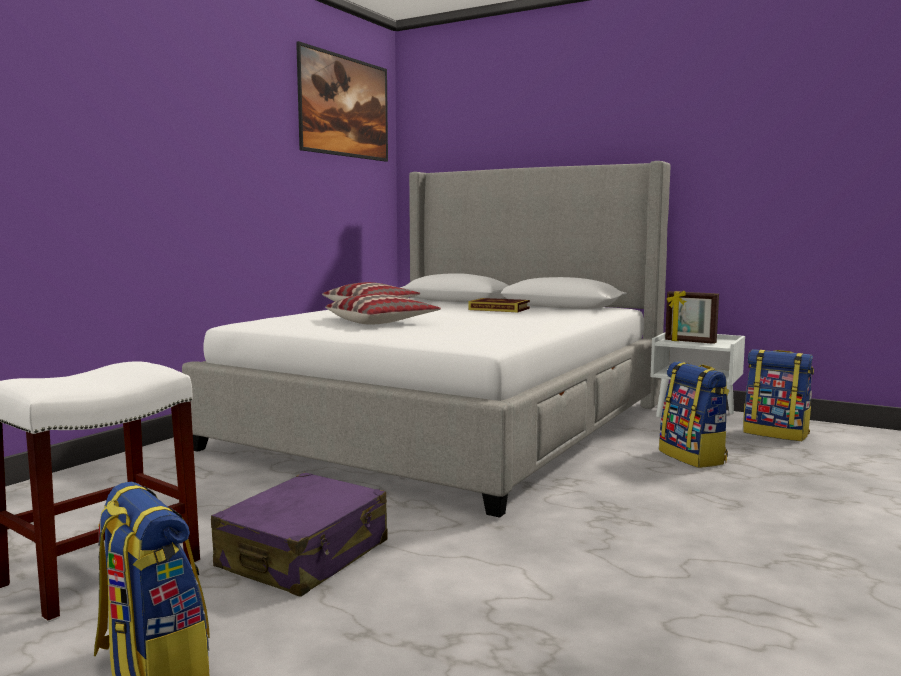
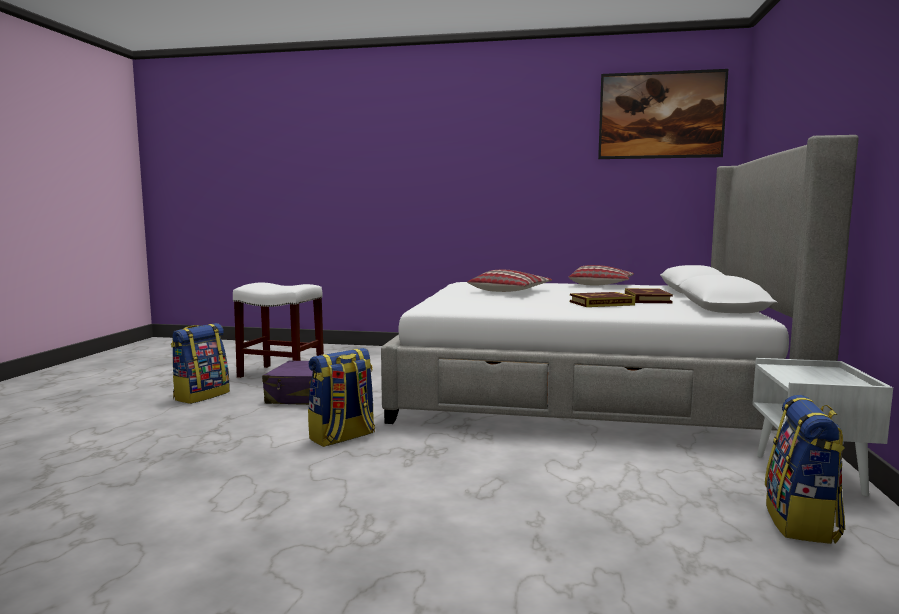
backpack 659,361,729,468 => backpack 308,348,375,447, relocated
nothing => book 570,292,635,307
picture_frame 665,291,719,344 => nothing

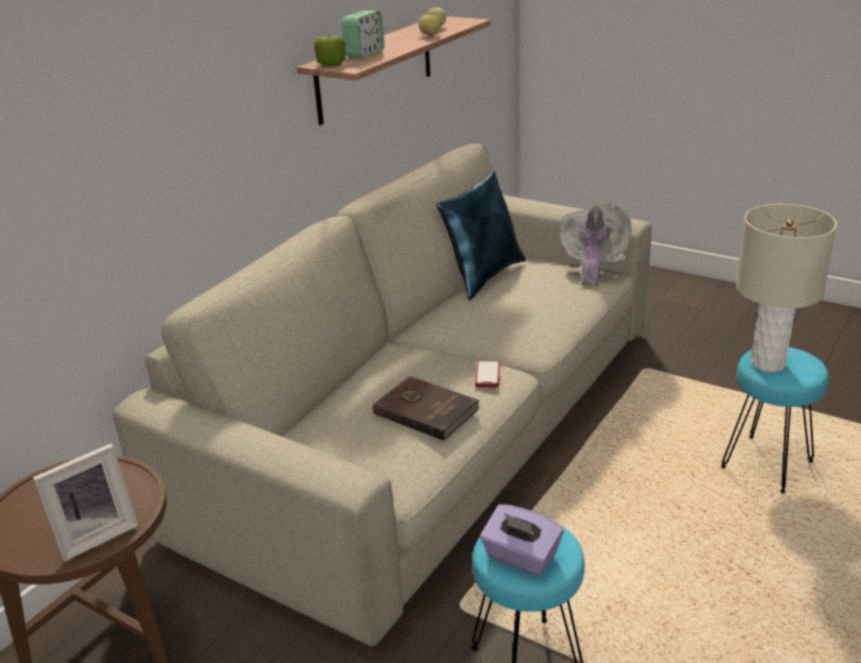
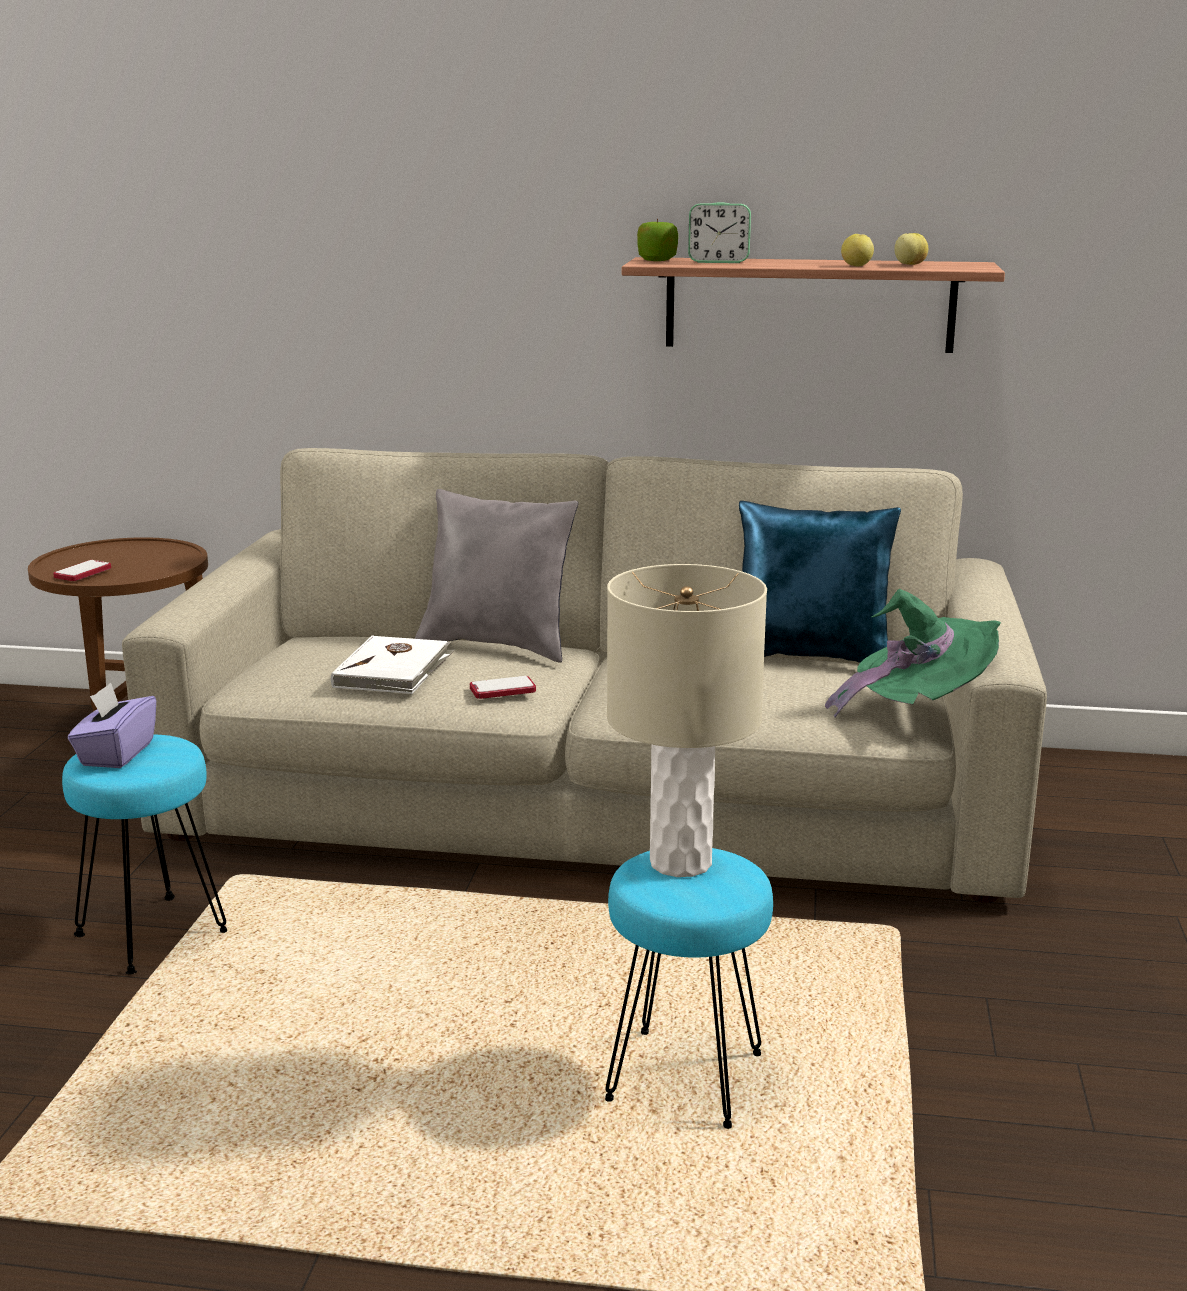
picture_frame 33,444,138,562 => phone 53,560,111,581
brown_book 373,376,481,441 => white_book 331,635,455,694
nothing => grey_pillow 415,489,578,662
grey_hat 560,202,632,286 => green_hat 825,589,1001,717

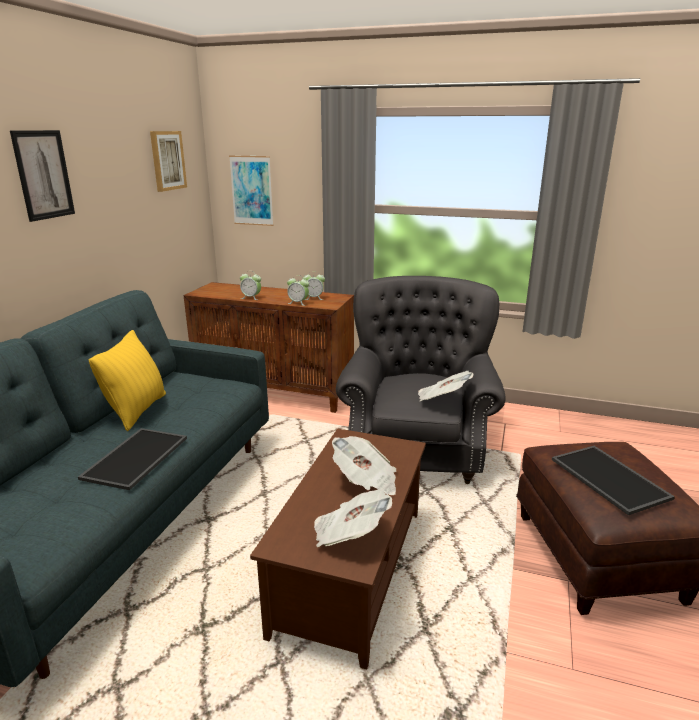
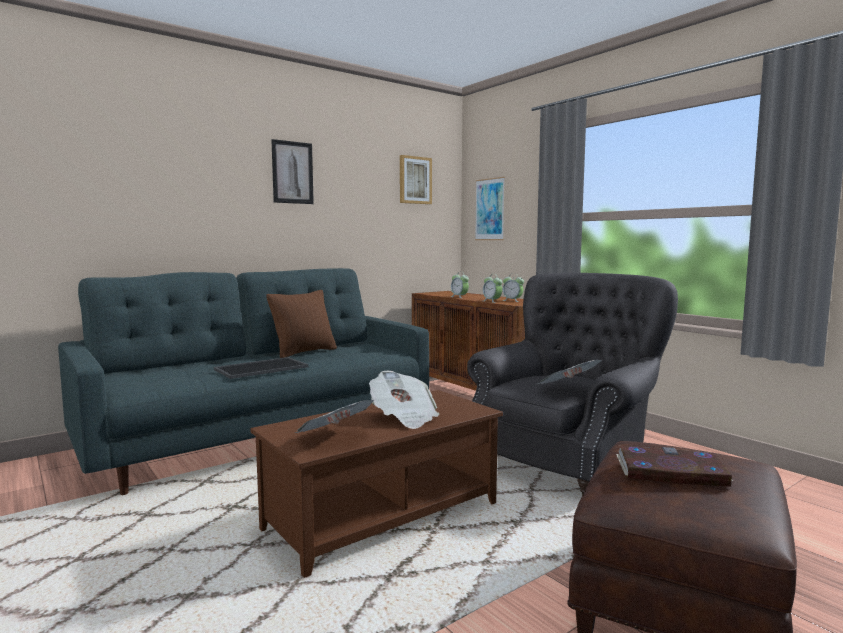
yellow_pillow 89,330,166,431 => brown_pillow 267,290,337,358
tray 552,446,675,515 => book 616,446,733,487

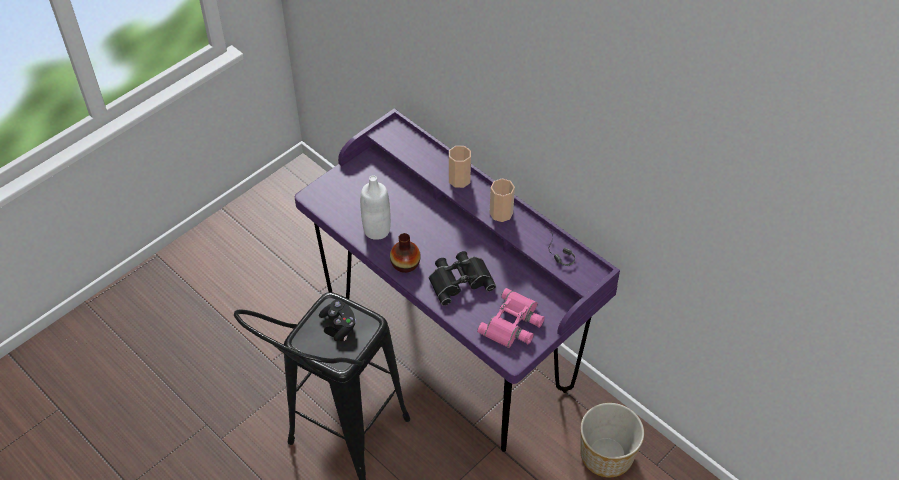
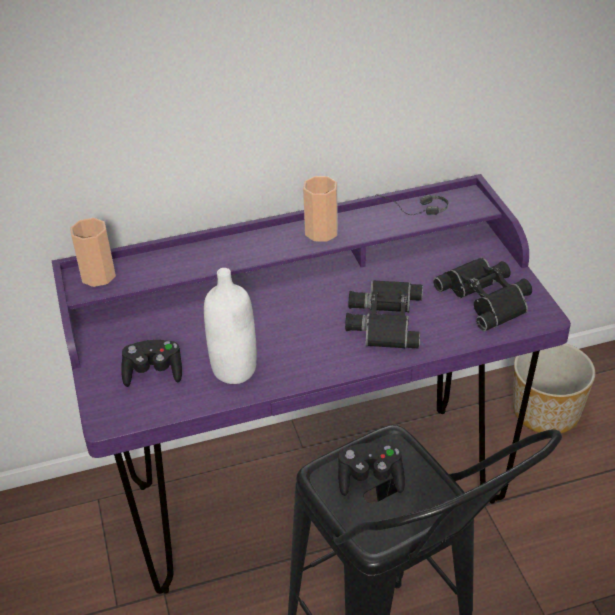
cup 449,146,471,188 => cup 70,218,116,287, relocated
nothing => black_game_controller 121,340,182,387
pink_binoculars 477,288,544,348 => black_binoculars 433,257,532,331
vase 390,233,421,273 => nothing

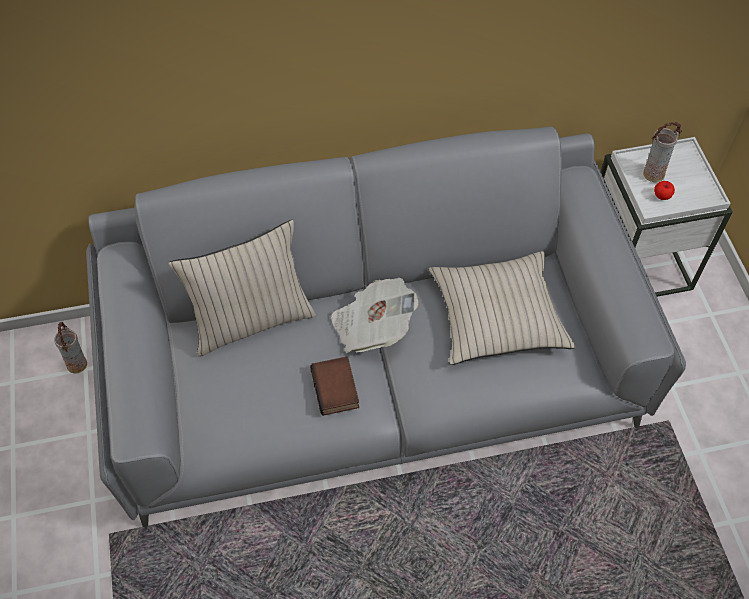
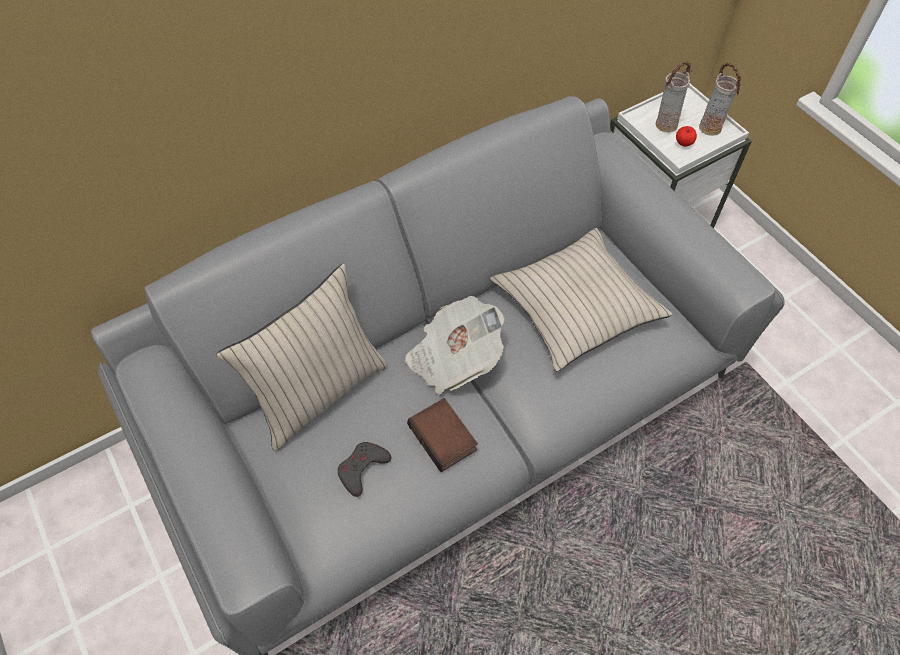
nothing => grey_game_controller 338,442,391,497
vase 54,322,87,374 => vase 699,63,741,136, relocated

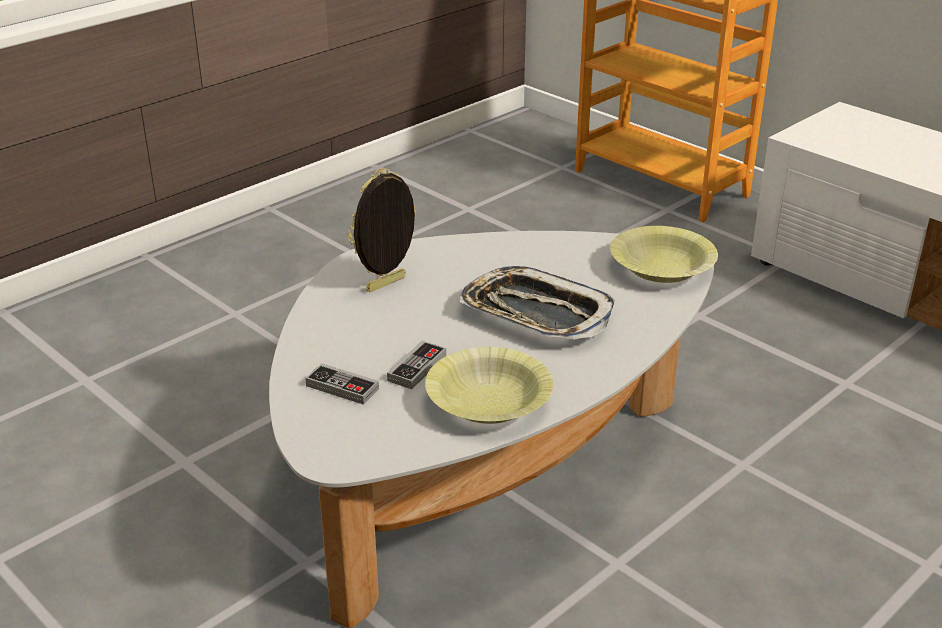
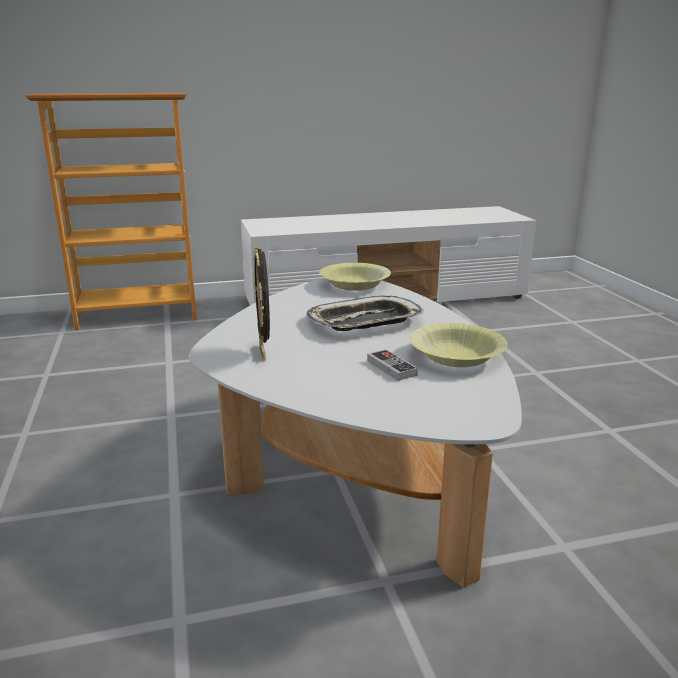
game_controller 305,363,379,405 => nothing

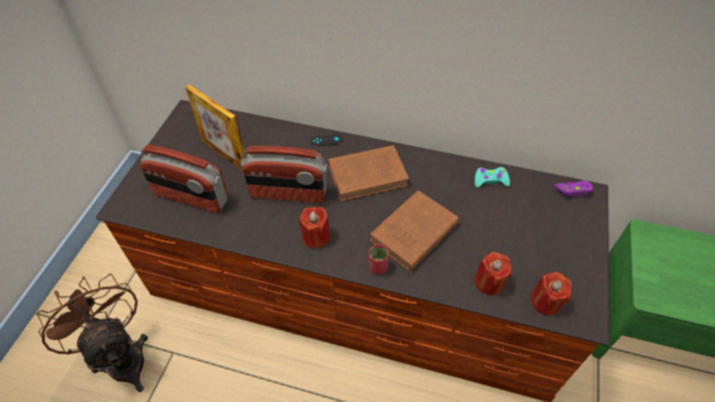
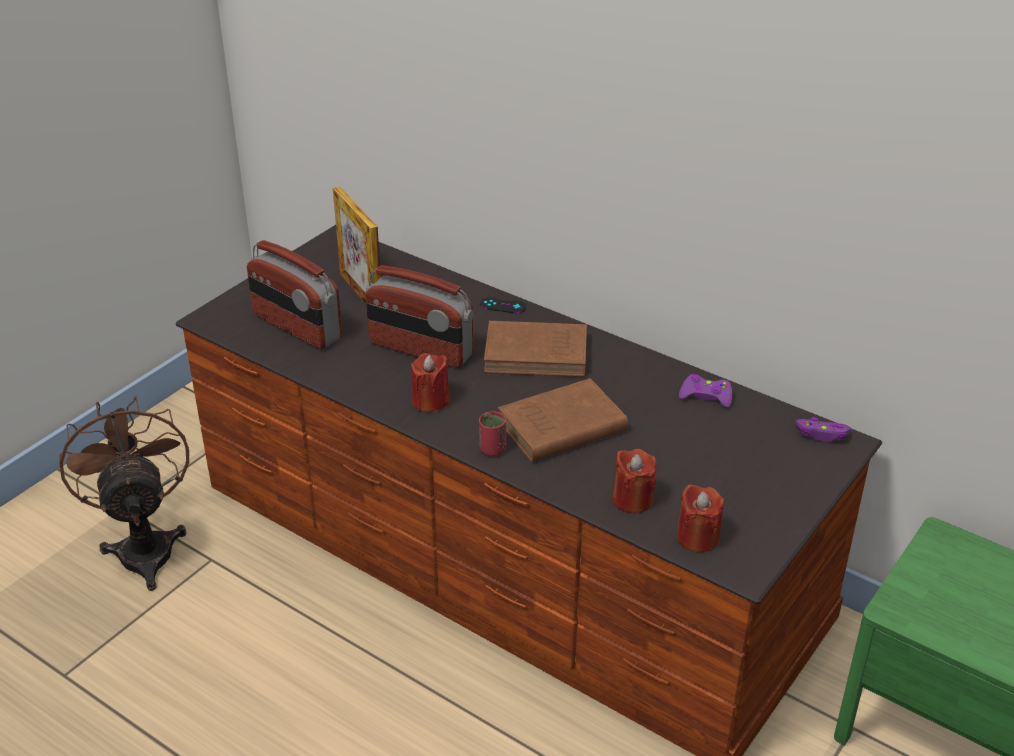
turquoise_game_controller 474,167,510,188 => purple_game_controller 679,374,732,408

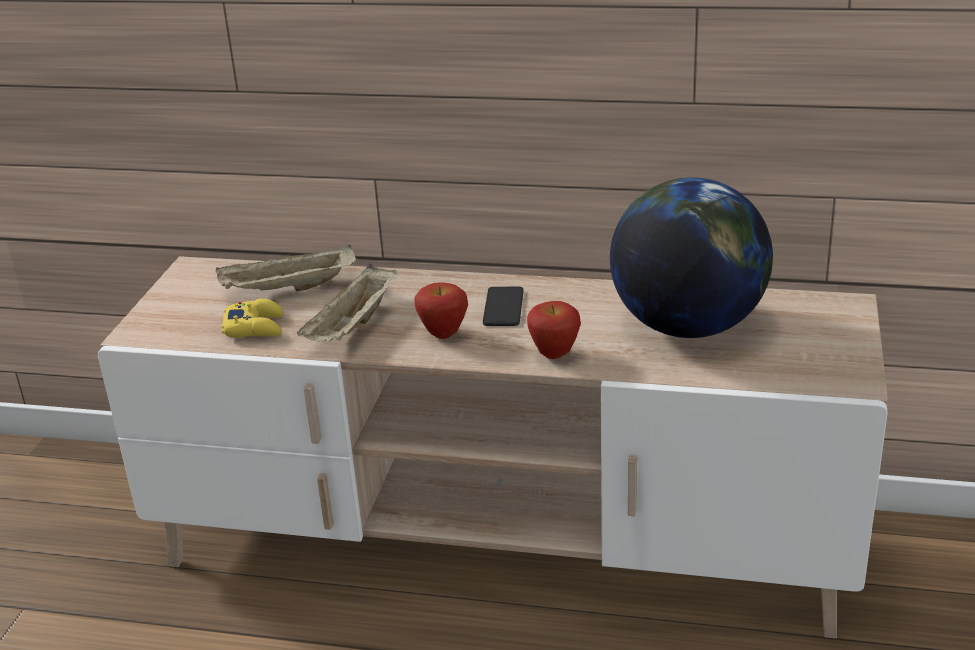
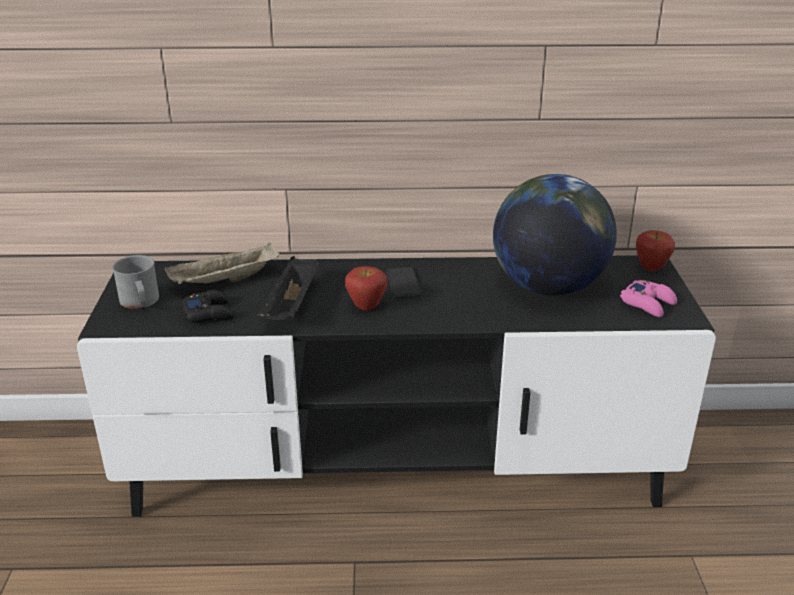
beige_tv_stand 98,256,888,639 => black_tv_stand 77,255,716,517
nothing => grey_mug 112,255,159,309
yellow_game_controller 221,299,283,338 => black_game_controller 181,290,234,323
beige_tray 297,264,399,342 => black_tray 256,256,319,320
nothing => pink_game_controller 620,280,677,317
apple 527,301,581,359 => apple 636,230,675,271, relocated

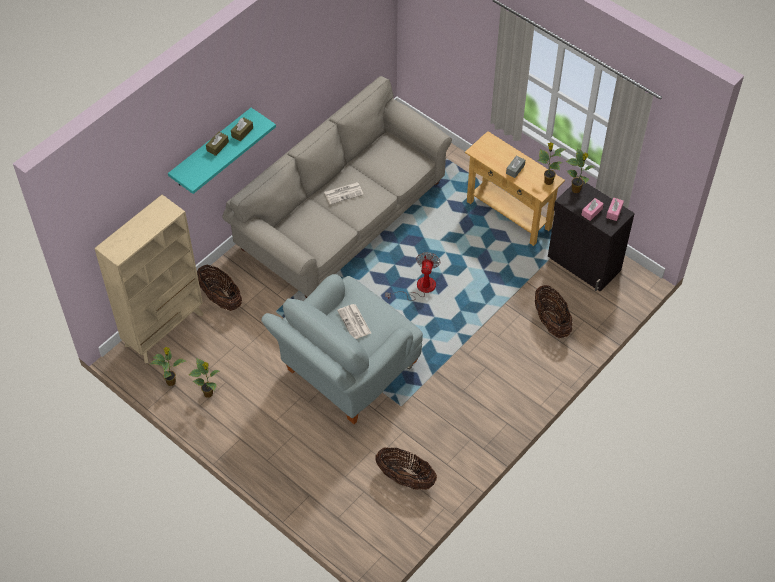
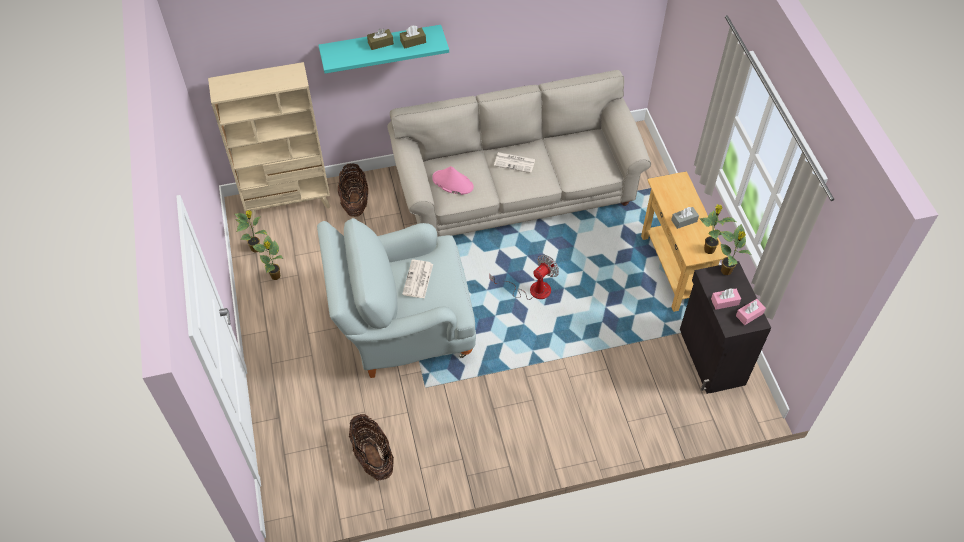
nothing => pink_hat 432,166,474,195
basket 535,285,572,338 => nothing

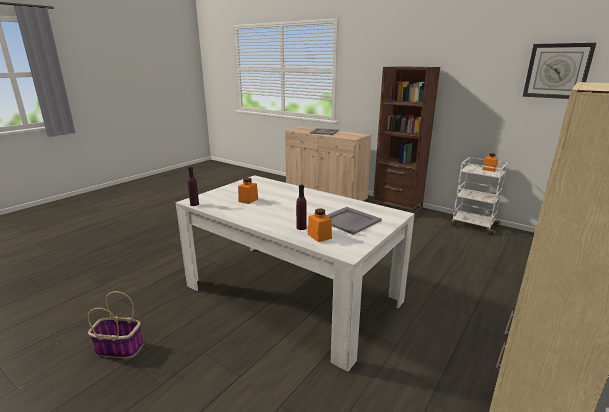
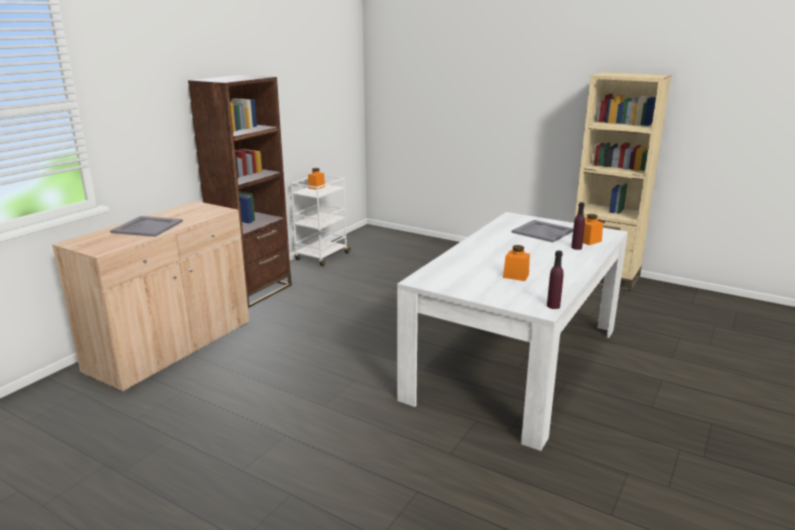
basket 87,291,143,358 => nothing
wall_clock 523,43,596,99 => nothing

